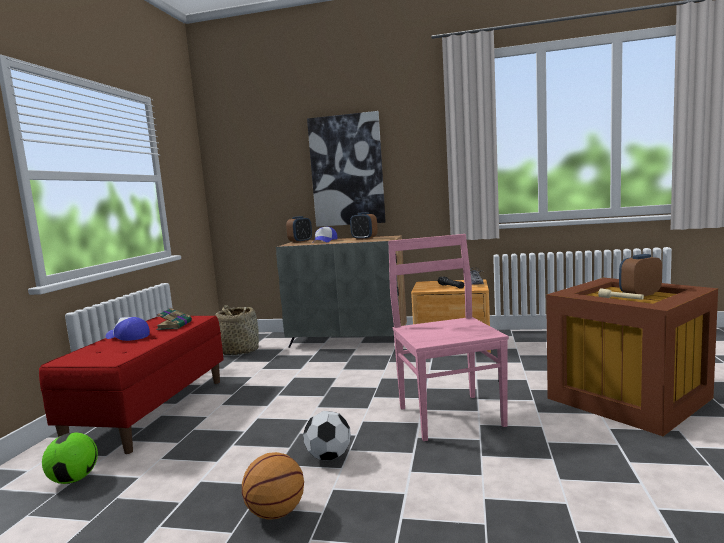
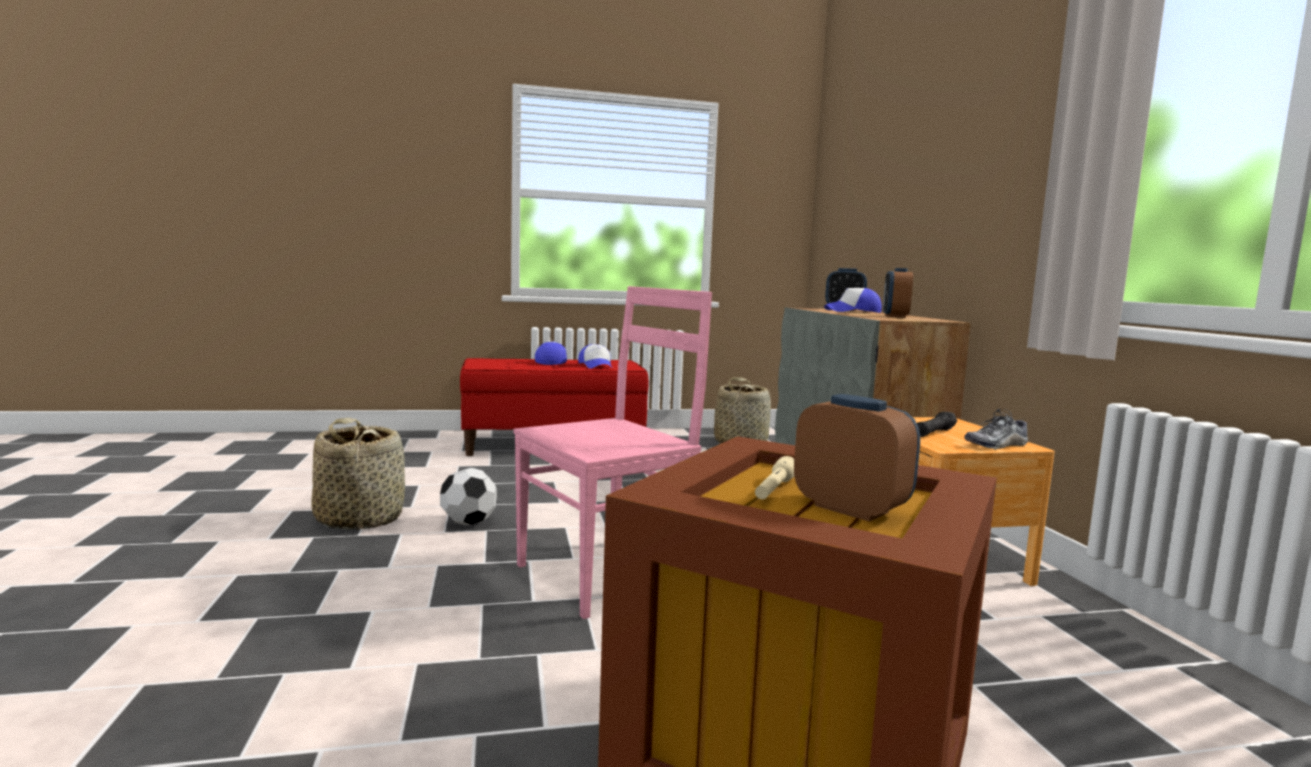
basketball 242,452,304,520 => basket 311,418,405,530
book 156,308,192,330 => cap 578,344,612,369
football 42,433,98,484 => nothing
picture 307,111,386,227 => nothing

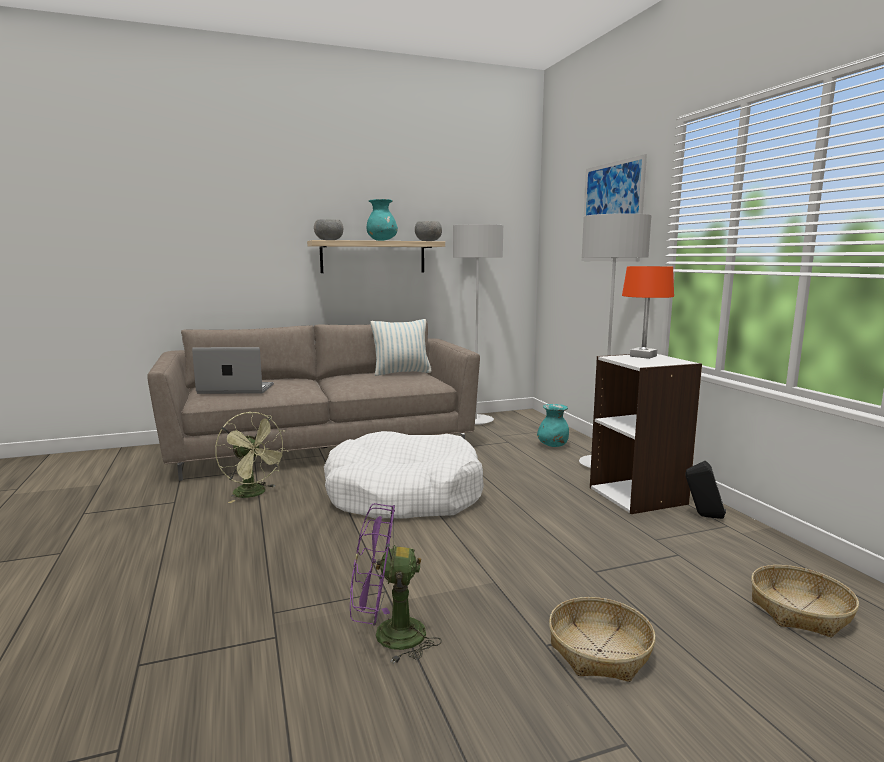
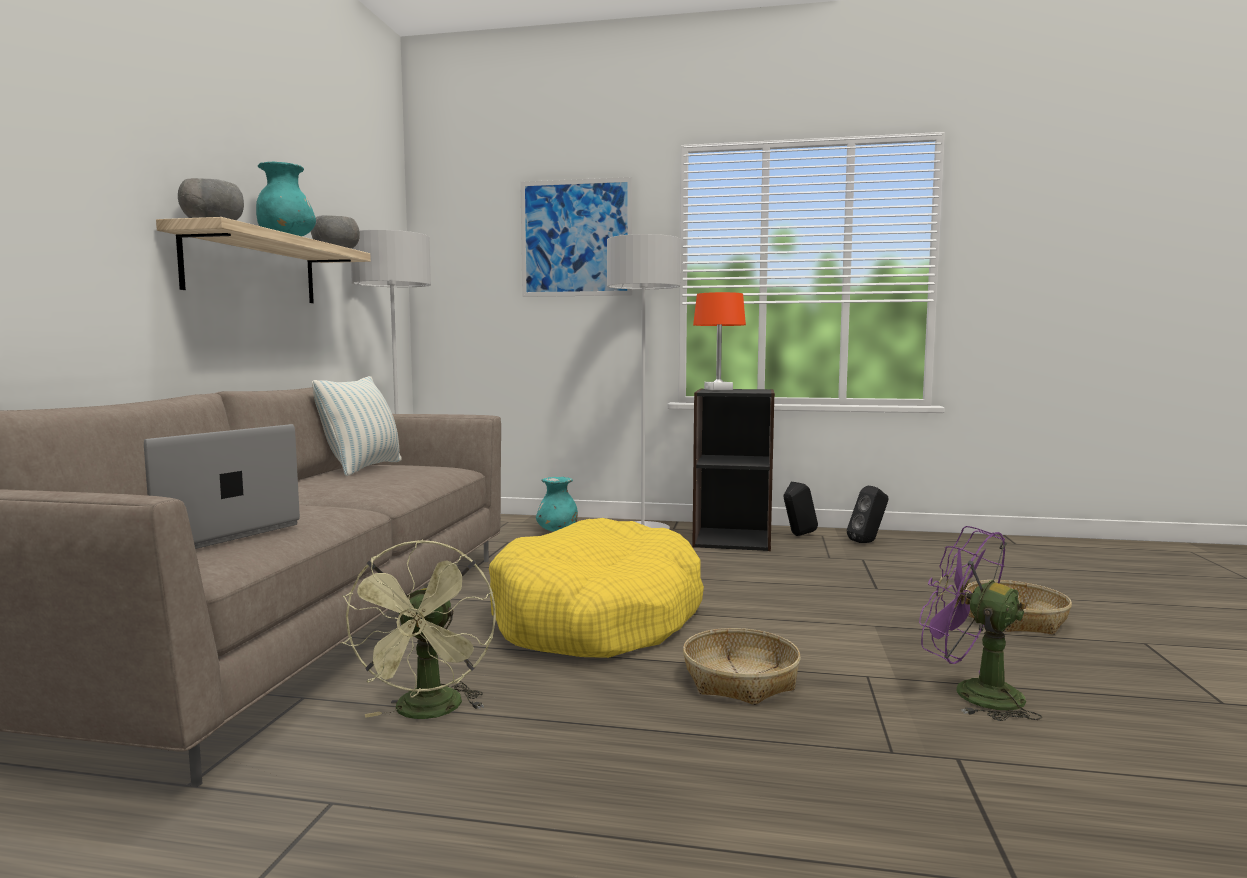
green_fan 215,412,288,503 => green_fan 340,540,496,719, 105 degrees clockwise
white_dog_bed 324,431,484,519 => yellow_dog_bed 489,518,704,658
basket 751,565,859,638 => basket 683,628,801,705, relocated
white_bookcase 590,354,702,514 => black_bookcase 692,388,775,551
nothing => black_speaker 847,486,888,543
purple_fan 350,503,442,664 => purple_fan 919,526,1042,721, 105 degrees clockwise

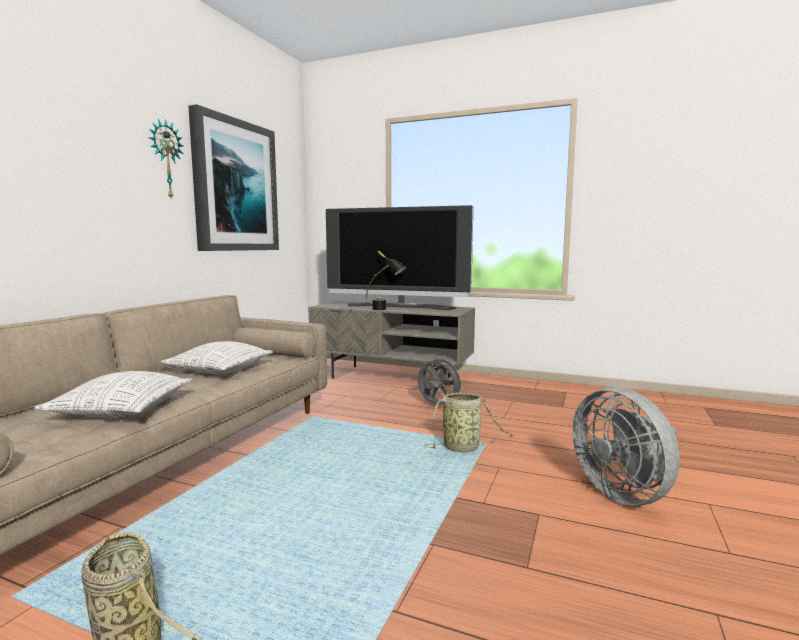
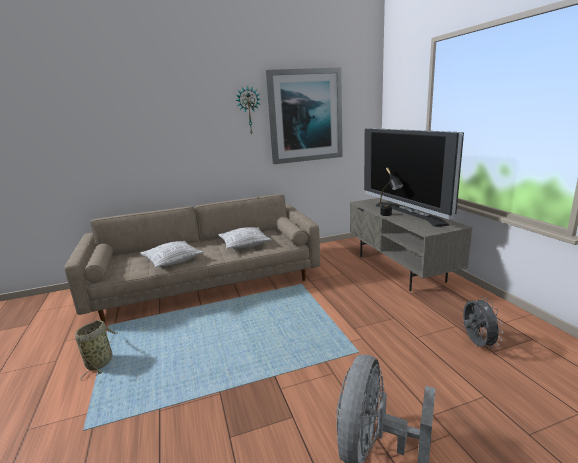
grey_fan 418,357,464,405 => grey_fan 463,296,503,349, relocated
basket 425,392,514,452 => nothing

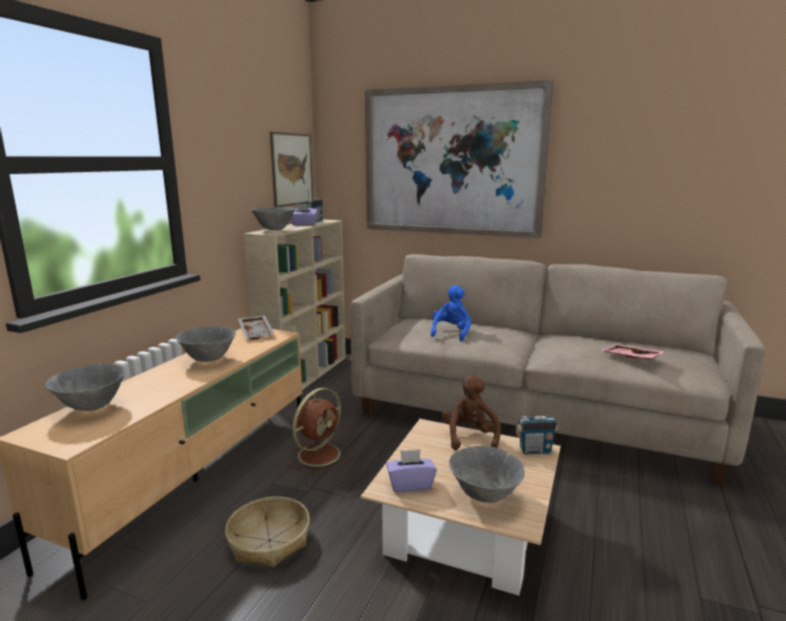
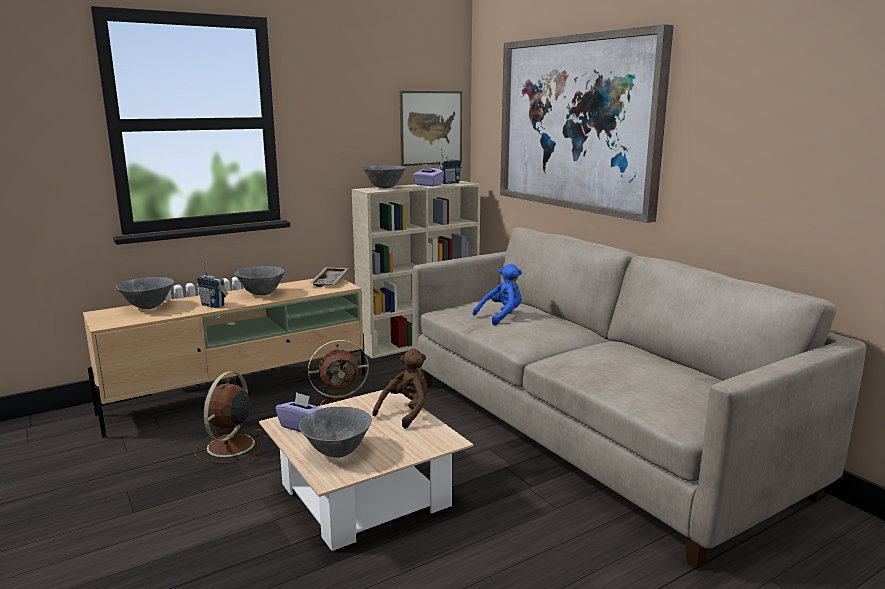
basket 225,496,310,567 => brown_fan 195,371,262,463
radio 516,400,558,454 => radio 197,261,228,308, relocated
pink_tray 601,344,666,360 => nothing

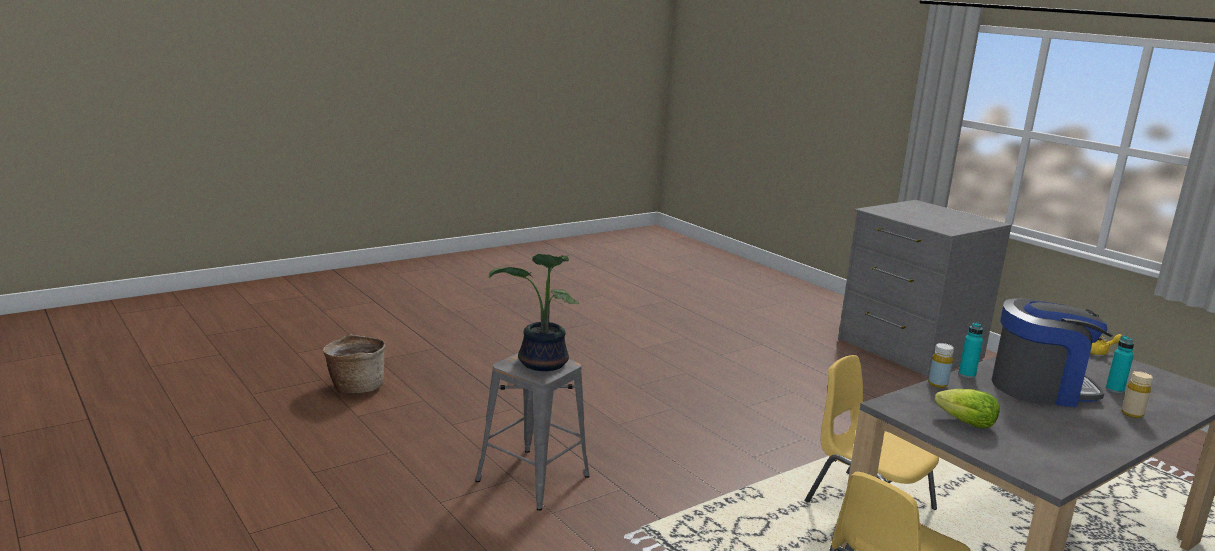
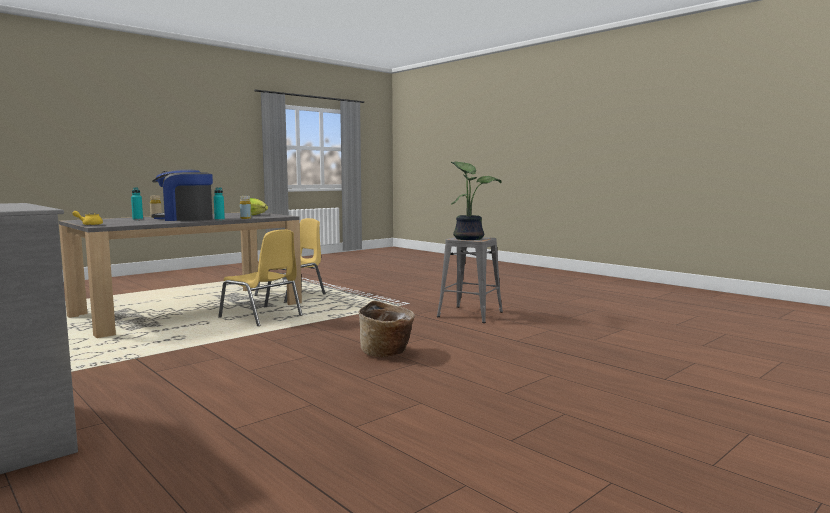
basket 323,334,385,394 => basket 359,301,415,357, relocated

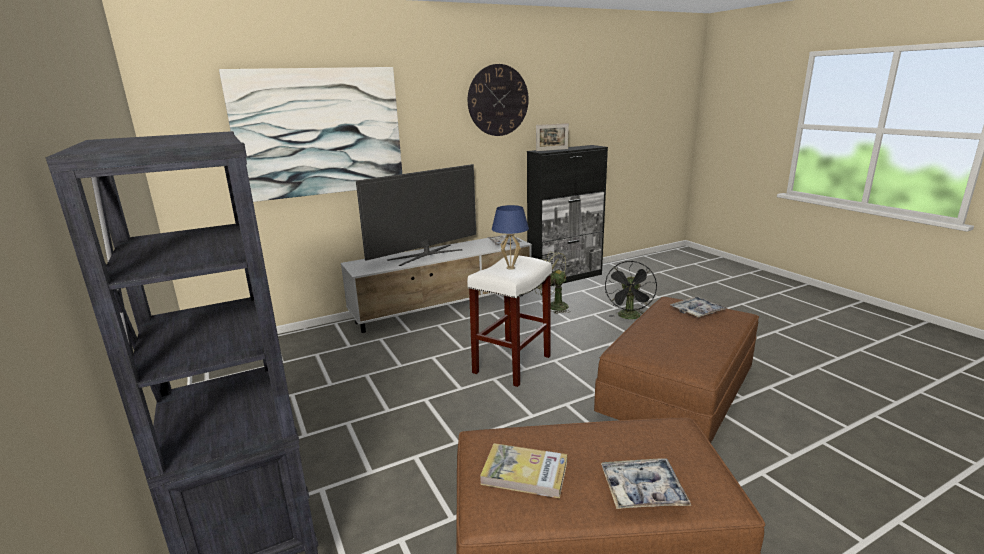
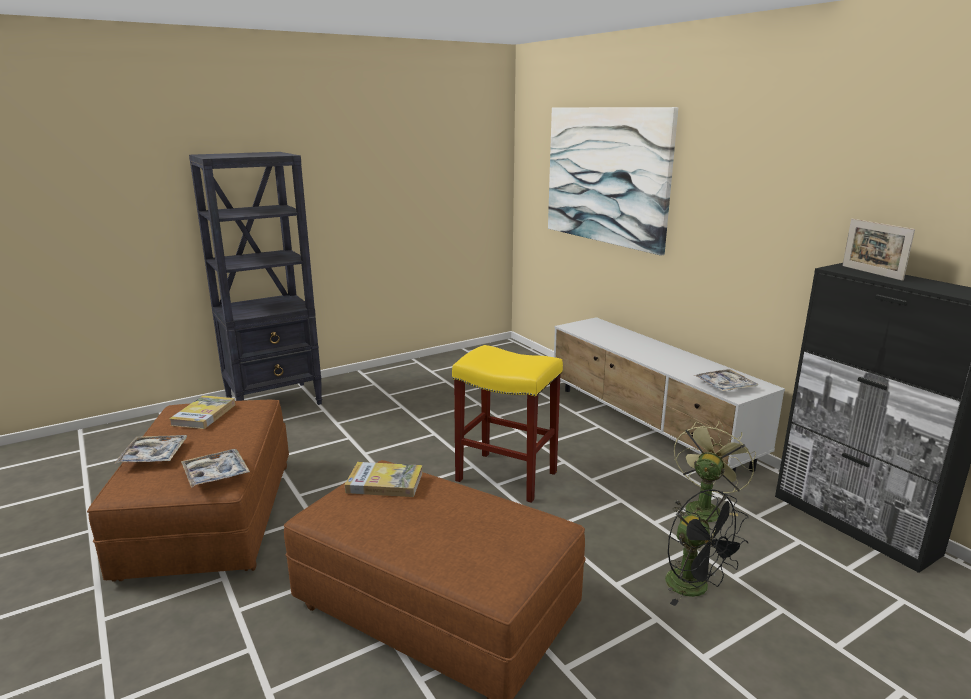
tray 670,296,727,318 => tray 181,449,250,488, relocated
nothing => book 345,462,423,497
white_stool 467,255,552,387 => yellow_stool 452,345,563,503
black_fan 605,261,657,319 => black_fan 665,489,748,606, 135 degrees counterclockwise
television 356,164,476,266 => nothing
wall_clock 468,64,529,136 => nothing
blue_table_lamp 492,205,529,270 => nothing

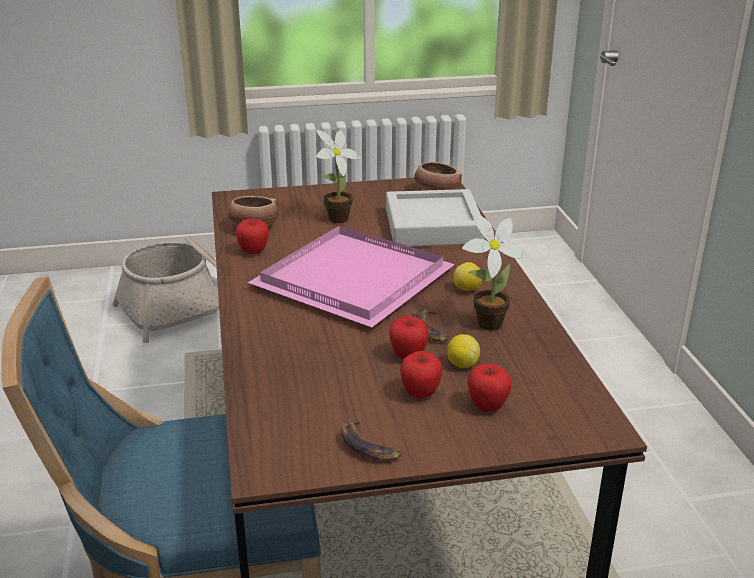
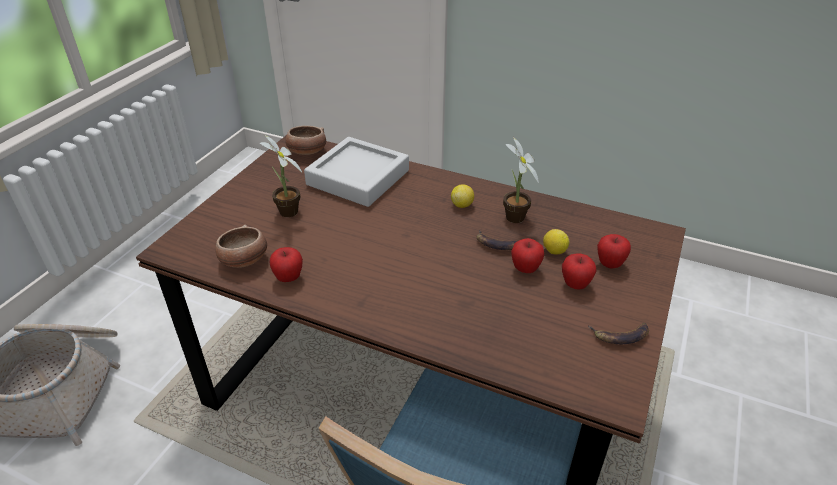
pink_tray 248,226,455,327 => nothing

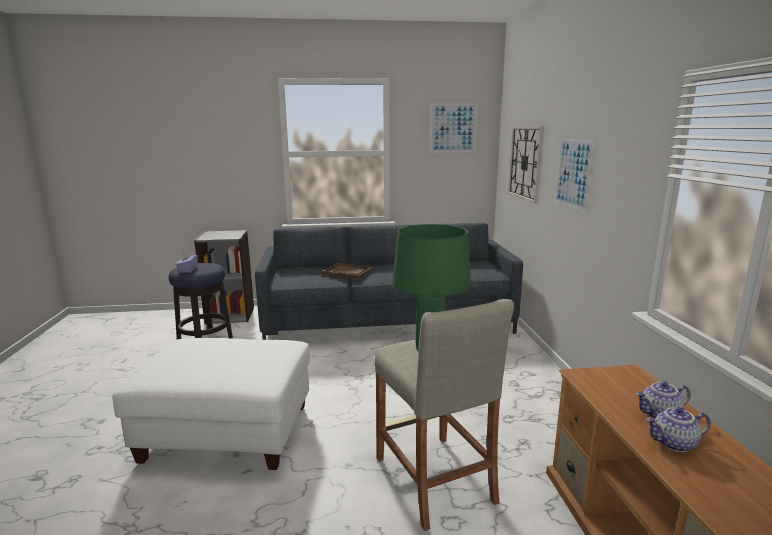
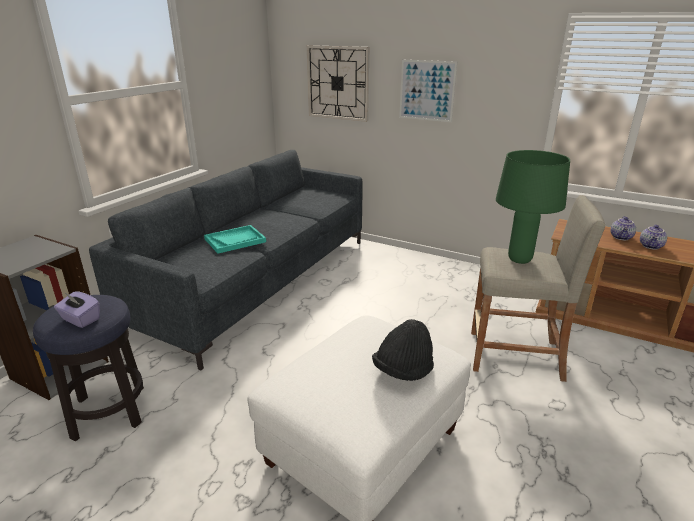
brown_tray 322,263,373,280 => turquoise_tray 204,225,266,254
nothing => black_hat 372,319,434,381
picture 430,103,478,153 => nothing

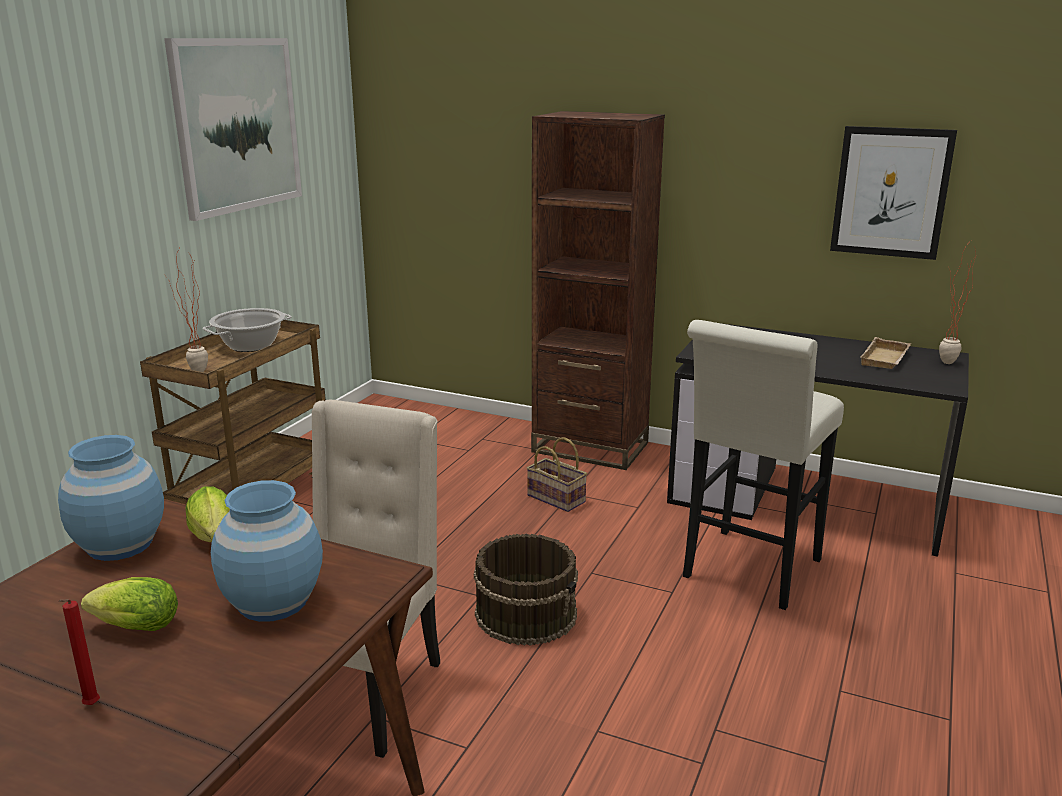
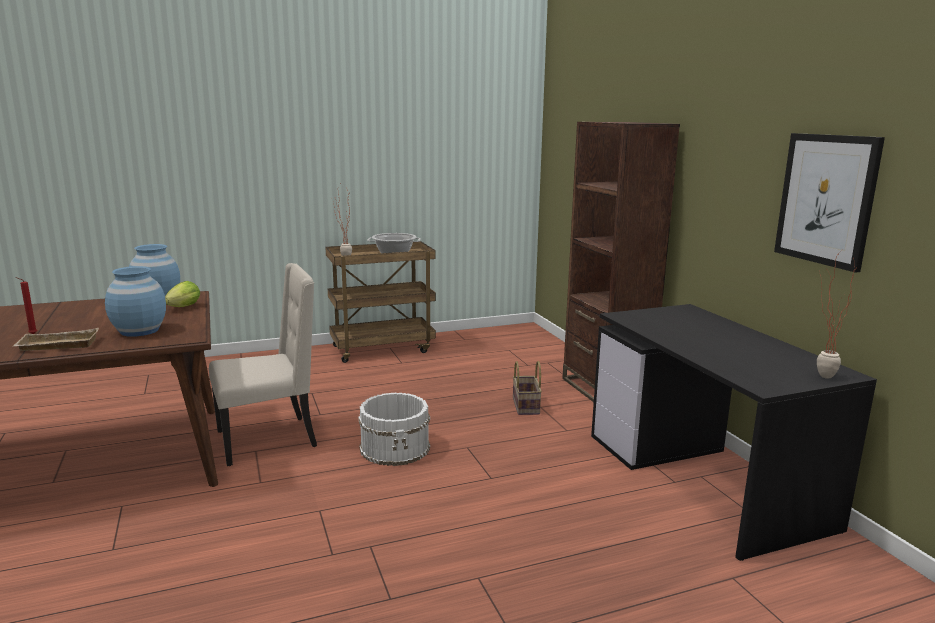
beige_tray 860,337,911,369 => beige_tray 13,328,99,351, relocated
brown_bucket 474,534,578,646 => white_bucket 358,393,430,466
lettuce 81,577,178,631 => nothing
picture 164,38,302,221 => nothing
white_stool 683,320,844,610 => nothing

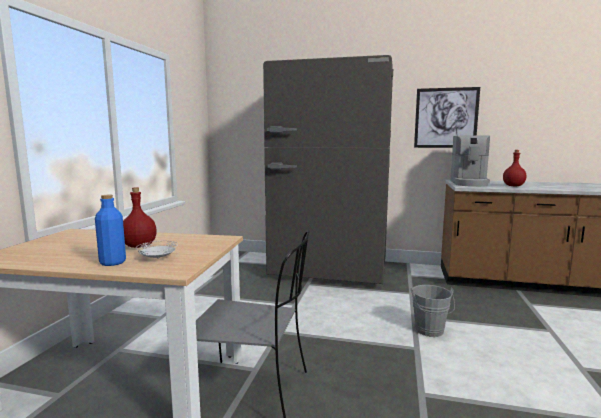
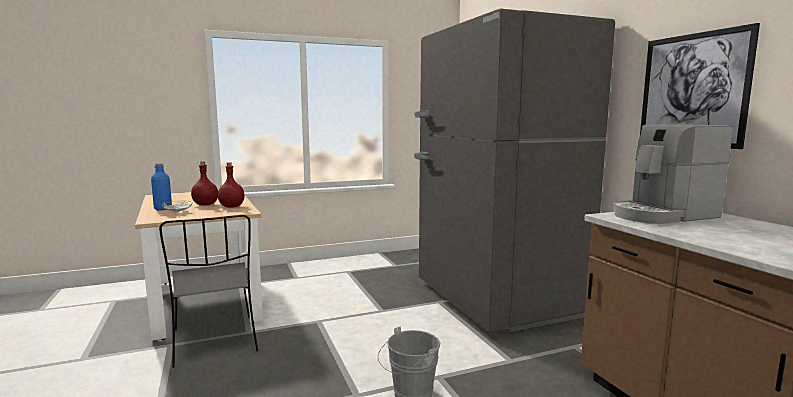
red_bottle 503,150,527,186 => red_bottle 218,162,245,208, relocated

